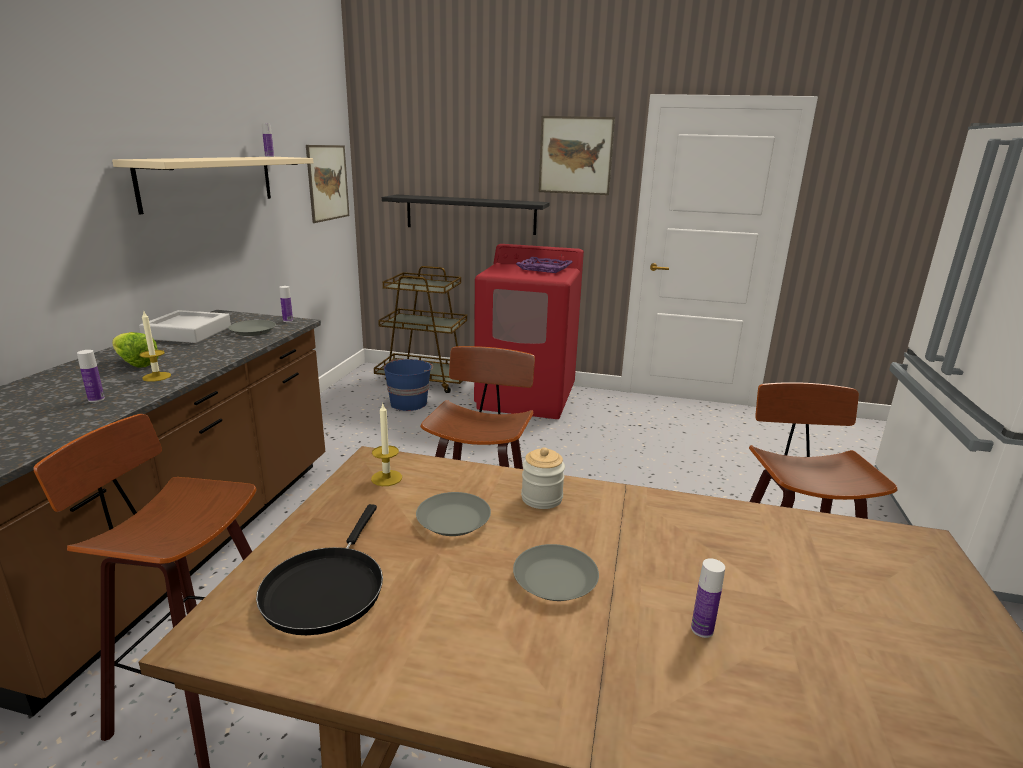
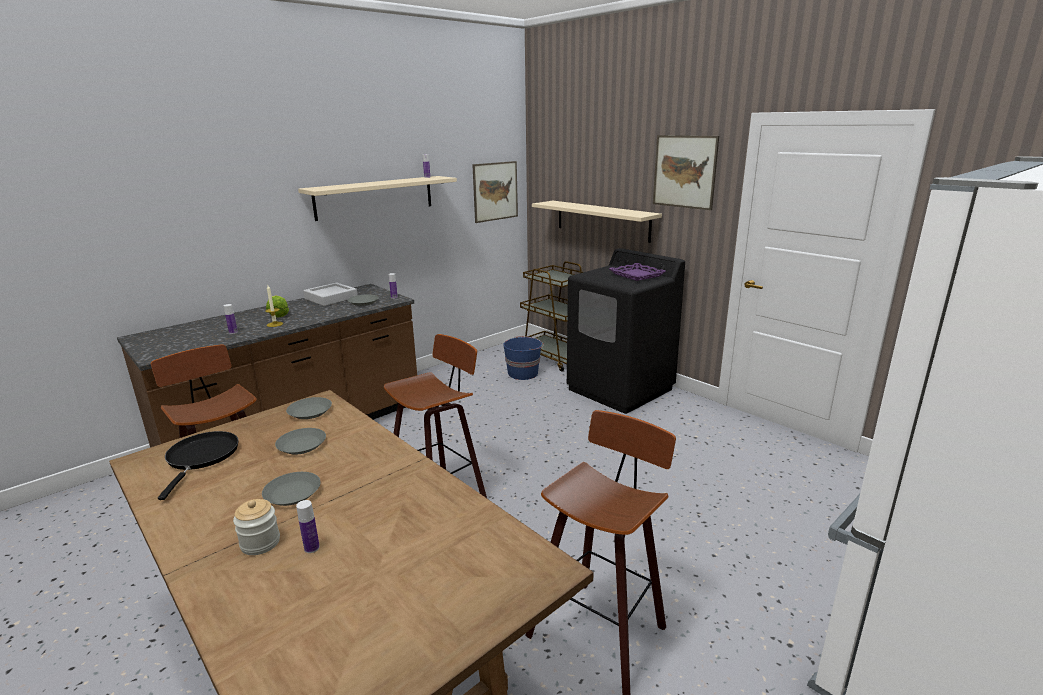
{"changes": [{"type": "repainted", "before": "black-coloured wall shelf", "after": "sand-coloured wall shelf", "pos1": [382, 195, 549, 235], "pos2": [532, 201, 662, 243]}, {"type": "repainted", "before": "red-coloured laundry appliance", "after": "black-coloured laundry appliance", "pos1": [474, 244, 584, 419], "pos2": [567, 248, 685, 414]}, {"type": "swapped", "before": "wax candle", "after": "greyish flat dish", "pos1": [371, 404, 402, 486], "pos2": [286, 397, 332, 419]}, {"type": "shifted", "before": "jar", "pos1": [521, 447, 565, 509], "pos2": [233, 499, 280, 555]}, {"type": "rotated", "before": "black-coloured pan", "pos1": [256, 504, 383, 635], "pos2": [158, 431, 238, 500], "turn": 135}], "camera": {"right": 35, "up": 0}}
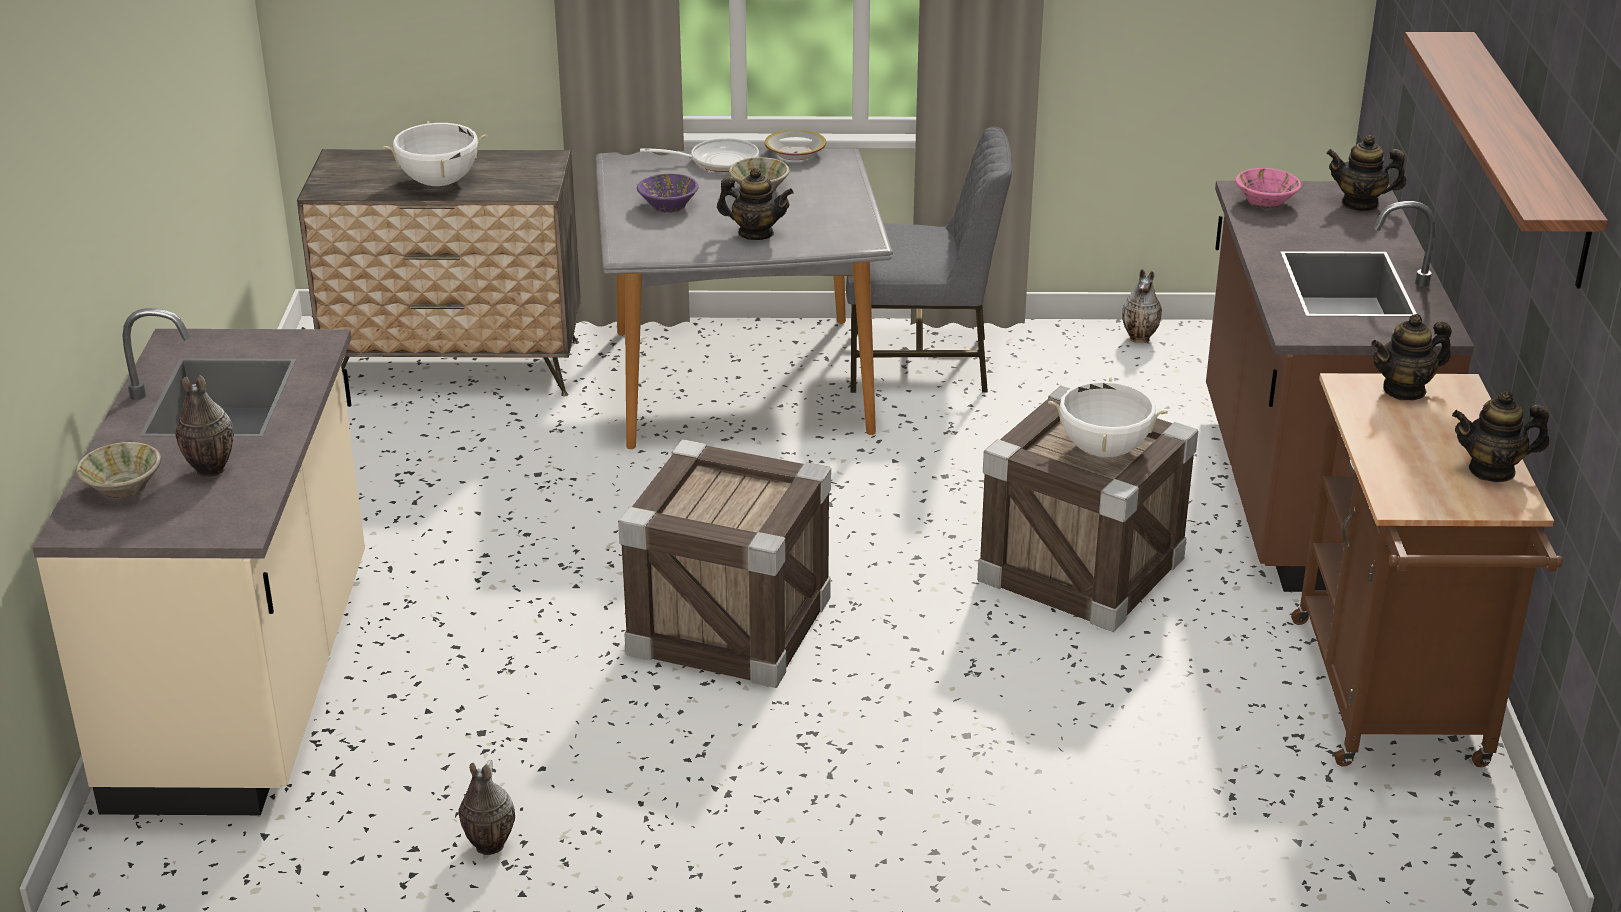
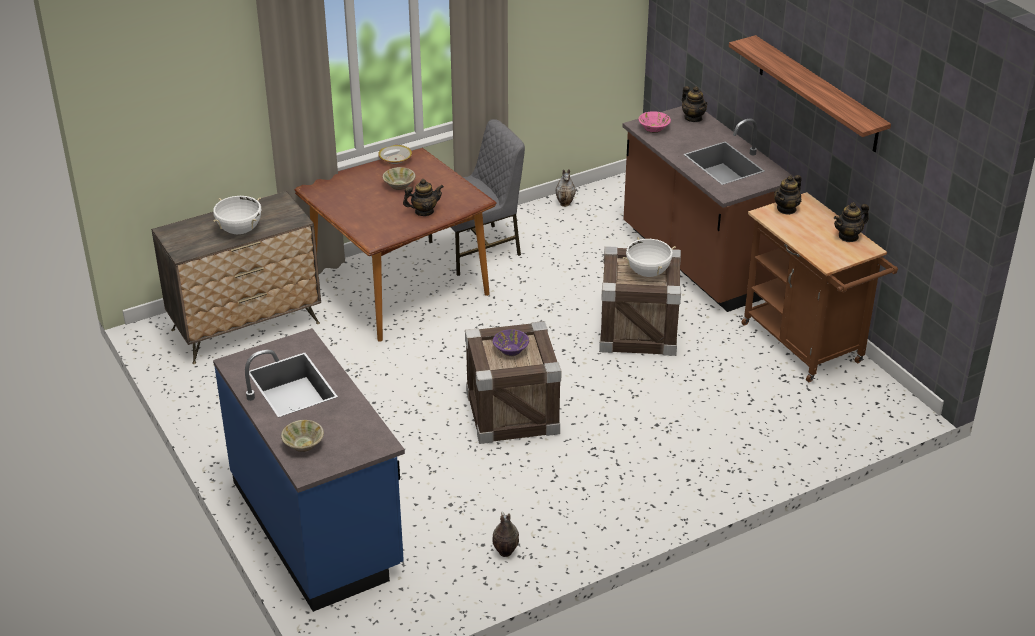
{"changes": [{"type": "rotated", "before": "teapot", "pos1": [1326, 135, 1406, 211], "pos2": [682, 86, 708, 122], "turn": -105}, {"type": "gone", "before": "pan", "pos1": [640, 138, 759, 172]}, {"type": "repainted", "before": "greyish dining table", "after": "brown-coloured dining table", "pos1": [595, 148, 893, 449], "pos2": [295, 148, 497, 342]}, {"type": "shifted", "before": "purple deep dish", "pos1": [637, 174, 699, 213], "pos2": [493, 329, 529, 356]}, {"type": "repainted", "before": "sand-coloured kitchen base unit", "after": "bluish kitchen base unit", "pos1": [32, 308, 365, 815], "pos2": [213, 328, 405, 612]}, {"type": "gone", "before": "flower vase", "pos1": [175, 375, 234, 477]}], "camera": {"right": -30, "up": 5}}
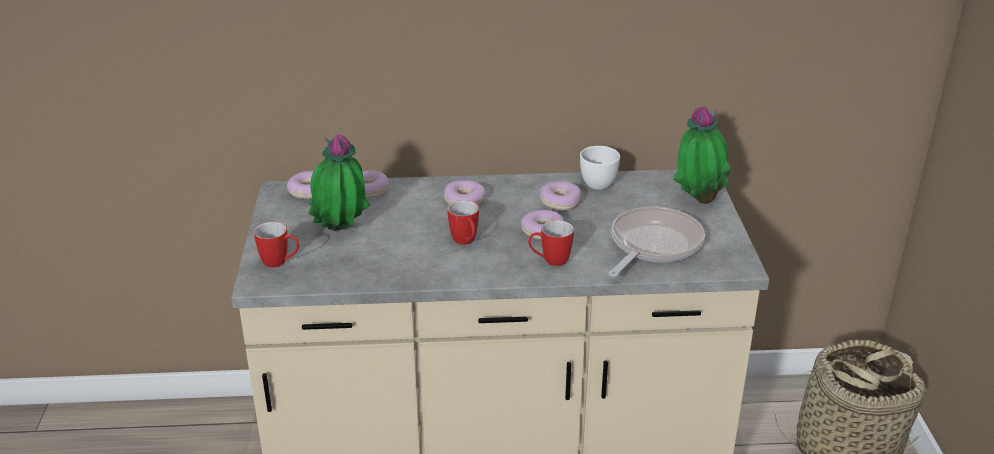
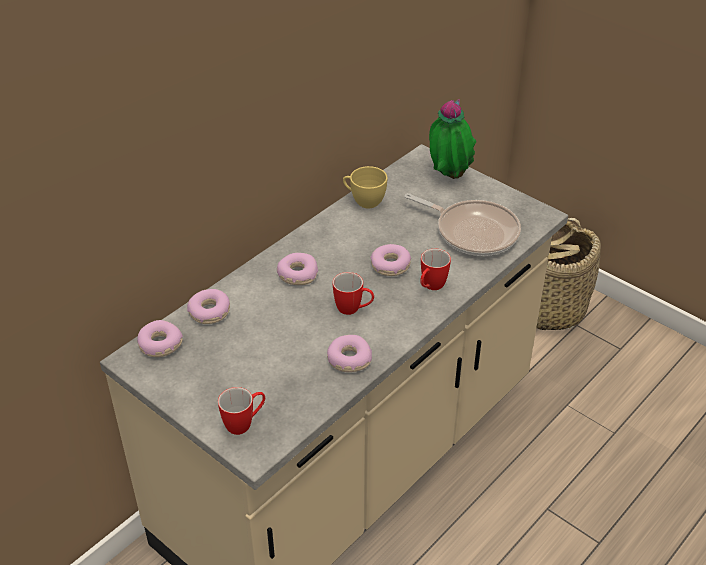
{"changes": [{"type": "gone", "before": "houseplant", "pos1": [308, 134, 370, 231]}, {"type": "repainted", "before": "white small cup", "after": "yellow small cup", "pos1": [580, 146, 620, 190], "pos2": [343, 166, 388, 209]}, {"type": "shifted", "before": "donut", "pos1": [539, 181, 581, 211], "pos2": [327, 335, 372, 372]}, {"type": "rotated", "before": "pan", "pos1": [608, 206, 705, 277], "pos2": [405, 193, 521, 256], "turn": 135}], "camera": {"right": -45, "up": 10}}
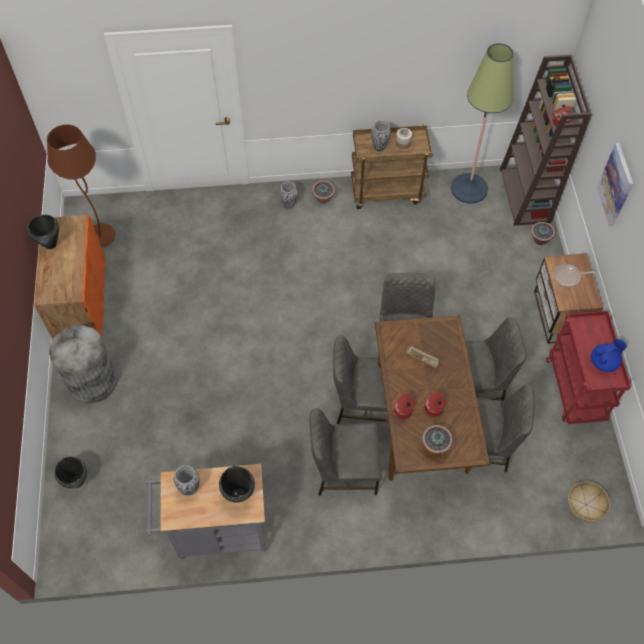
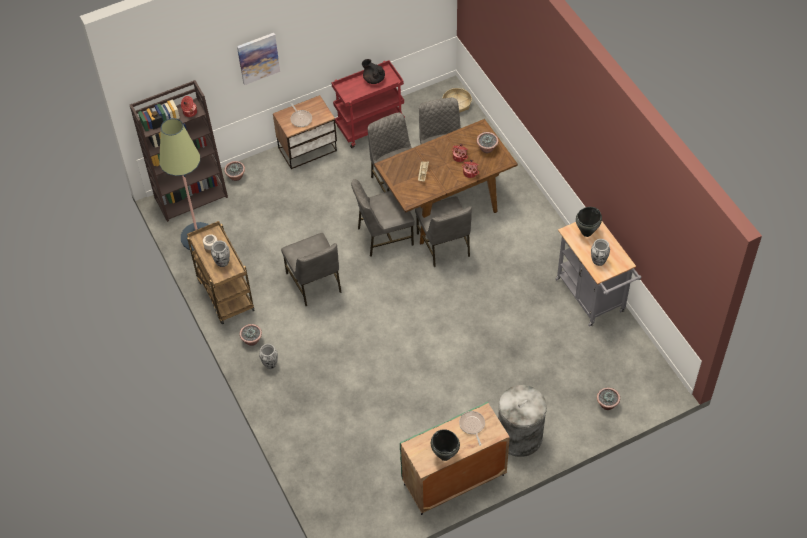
{"changes": [{"type": "gone", "before": "brown-coloured floor lamp", "pos1": [47, 124, 115, 248]}, {"type": "repainted", "before": "orange-coloured cabinet", "after": "greenish cabinet", "pos1": [34, 215, 106, 340], "pos2": [400, 402, 510, 515]}, {"type": "repainted", "before": "bluish teapot", "after": "black-coloured teapot", "pos1": [591, 339, 627, 372], "pos2": [362, 59, 385, 84]}, {"type": "shifted", "before": "greyish upright chair", "pos1": [309, 408, 382, 496], "pos2": [281, 233, 341, 306]}, {"type": "swapped", "before": "black-coloured cooking pot", "after": "houseplant", "pos1": [55, 457, 87, 488], "pos2": [597, 388, 620, 410]}, {"type": "new", "after": "pan", "pos2": [459, 411, 485, 446]}], "camera": {"right": -110, "up": -5}}
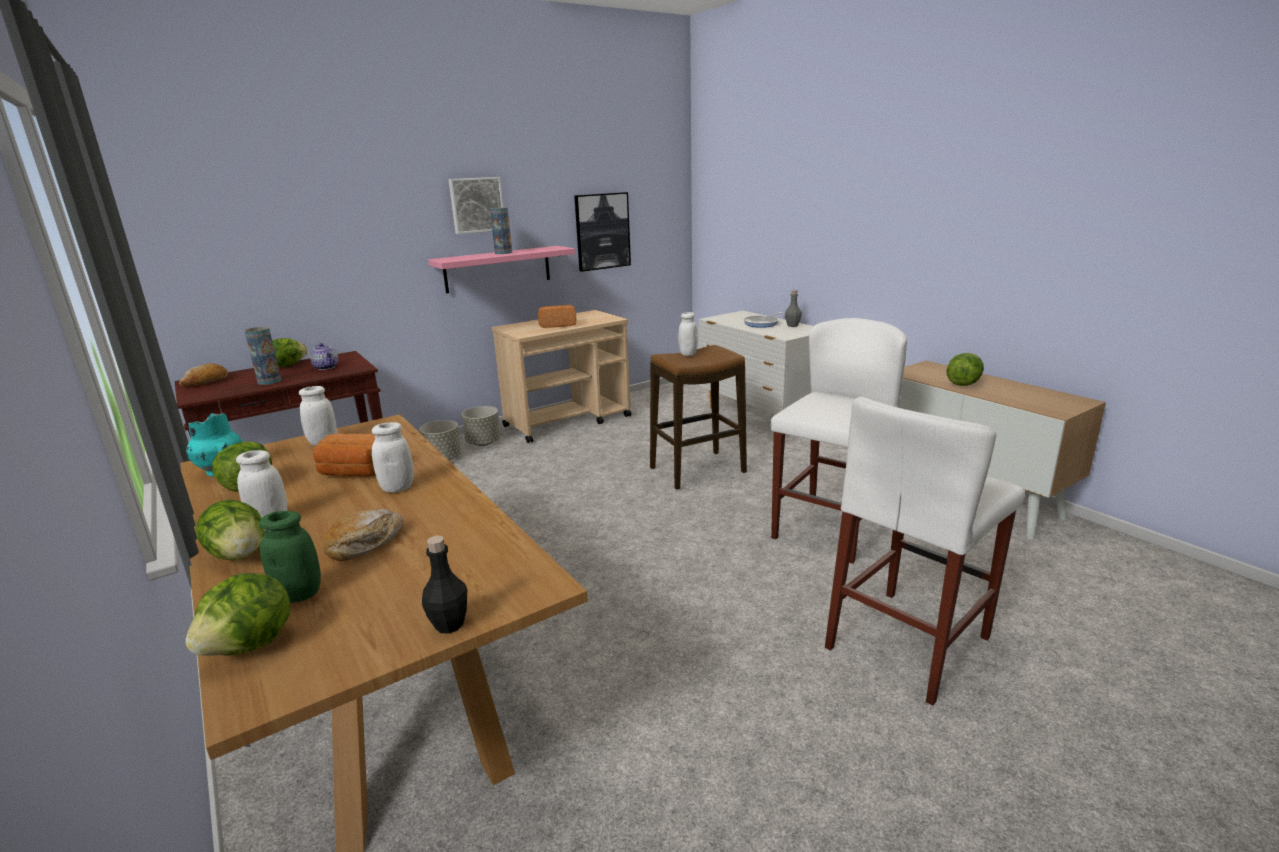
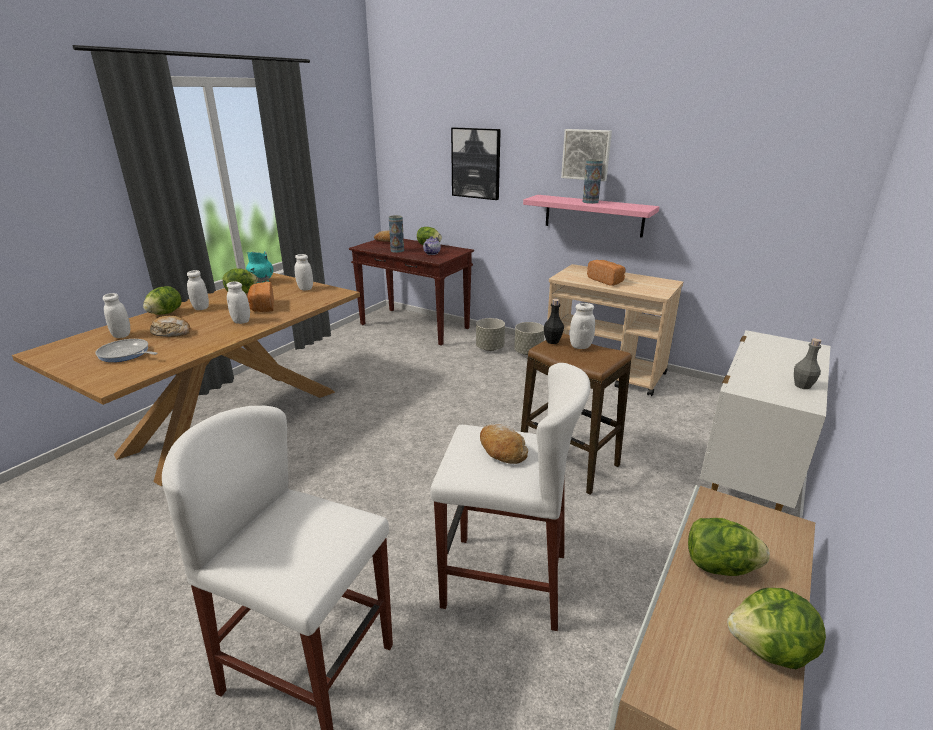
{"changes": [{"type": "shifted", "before": "wall picture", "pos1": [574, 192, 631, 272], "pos2": [451, 127, 501, 200]}, {"type": "shifted", "before": "pan", "pos1": [744, 312, 783, 328], "pos2": [95, 339, 158, 362]}, {"type": "repainted", "before": "greenish jar", "after": "white jar", "pos1": [259, 511, 321, 603], "pos2": [102, 293, 130, 338]}, {"type": "shifted", "before": "black-coloured beverage bottle", "pos1": [422, 536, 467, 633], "pos2": [544, 299, 564, 344]}, {"type": "shifted", "before": "lettuce head", "pos1": [185, 573, 291, 656], "pos2": [727, 588, 826, 669]}, {"type": "new", "after": "bread", "pos2": [480, 424, 528, 464]}], "camera": {"right": 65, "up": 5}}
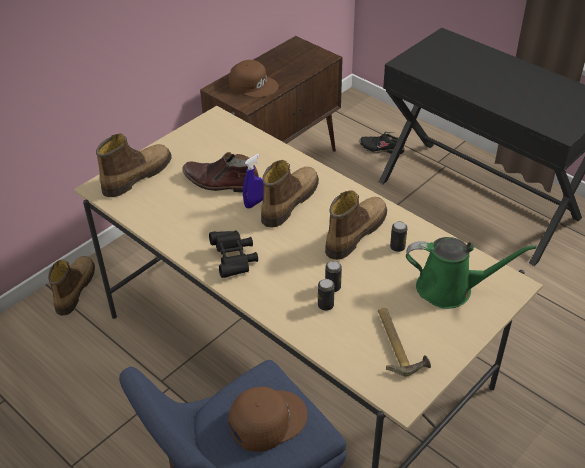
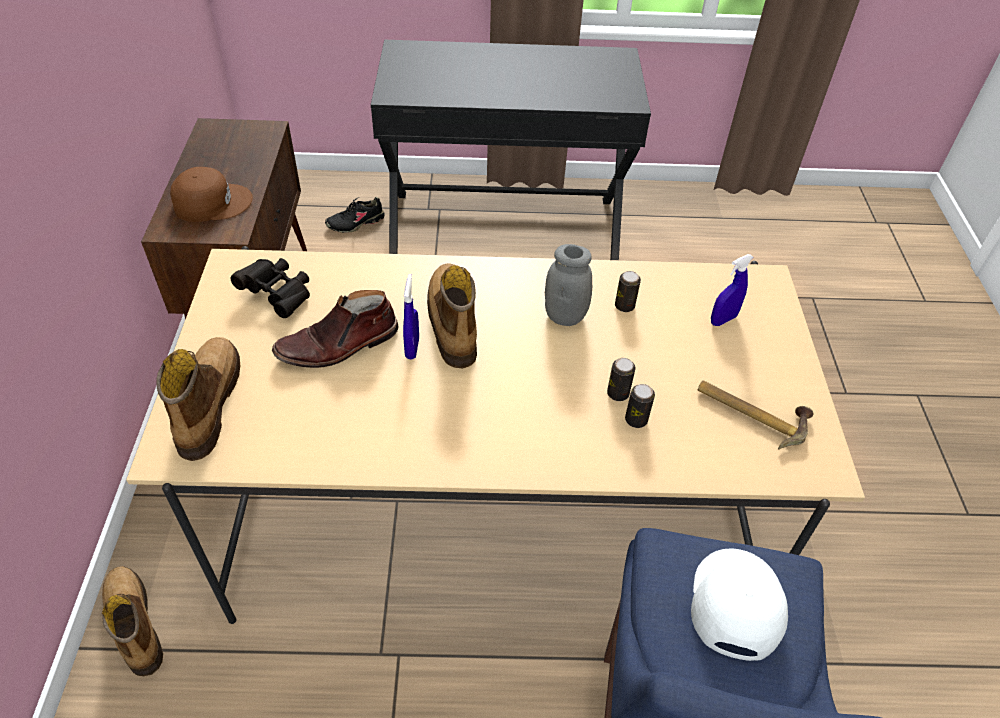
{"changes": [{"type": "swapped", "before": "high-top boot", "after": "greyish jar", "pos1": [325, 190, 387, 260], "pos2": [545, 244, 592, 326]}, {"type": "shifted", "before": "black-coloured binoculars", "pos1": [209, 230, 258, 278], "pos2": [231, 258, 310, 318]}, {"type": "swapped", "before": "greenish watering can", "after": "bluish spray bottle", "pos1": [406, 237, 537, 309], "pos2": [711, 254, 753, 326]}, {"type": "repainted", "before": "brown-coloured baseball cap", "after": "white baseball cap", "pos1": [228, 387, 308, 452], "pos2": [691, 548, 788, 661]}], "camera": {"right": -45, "up": 5}}
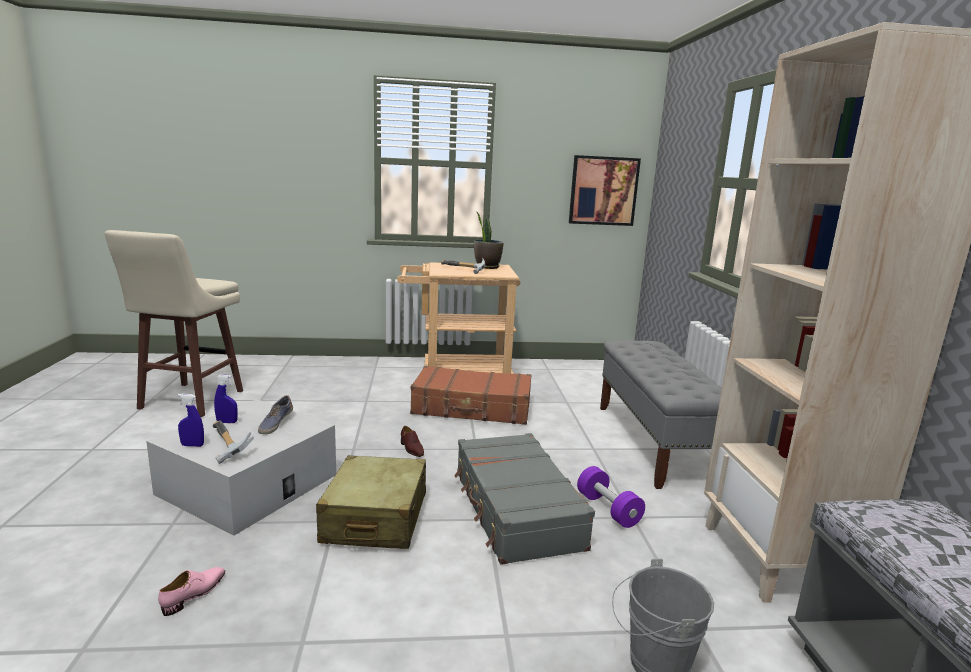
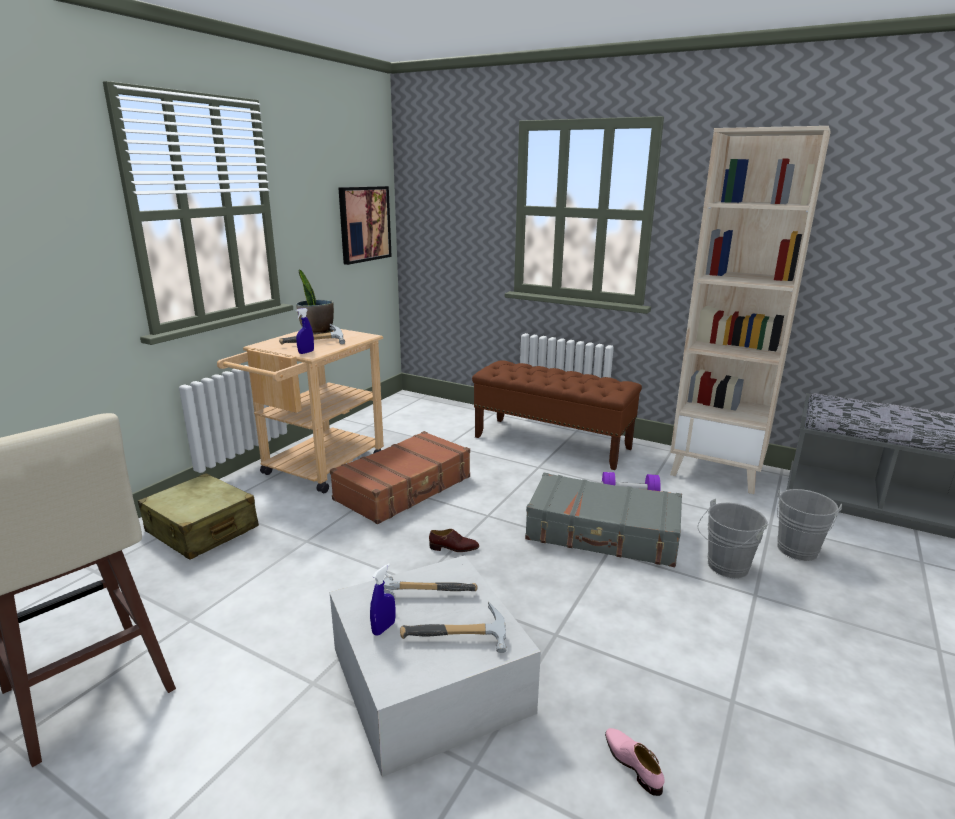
{"changes": [{"type": "repainted", "before": "greyish long seat", "after": "brown-coloured long seat", "pos1": [600, 340, 722, 489], "pos2": [472, 360, 642, 470]}, {"type": "shifted", "before": "bluish spray bottle", "pos1": [178, 394, 204, 447], "pos2": [296, 308, 314, 354]}, {"type": "swapped", "before": "low shoe", "after": "hand hammer", "pos1": [258, 395, 293, 434], "pos2": [383, 576, 477, 597]}, {"type": "shifted", "before": "sand-coloured travel case", "pos1": [316, 455, 426, 549], "pos2": [138, 473, 259, 560]}, {"type": "new", "after": "greyish water bucket", "pos2": [698, 499, 768, 578]}], "camera": {"right": -55, "up": 5}}
